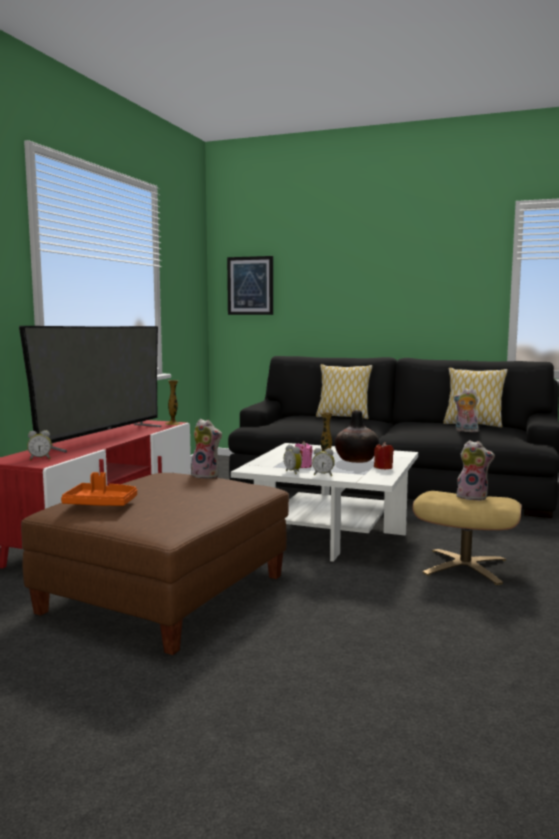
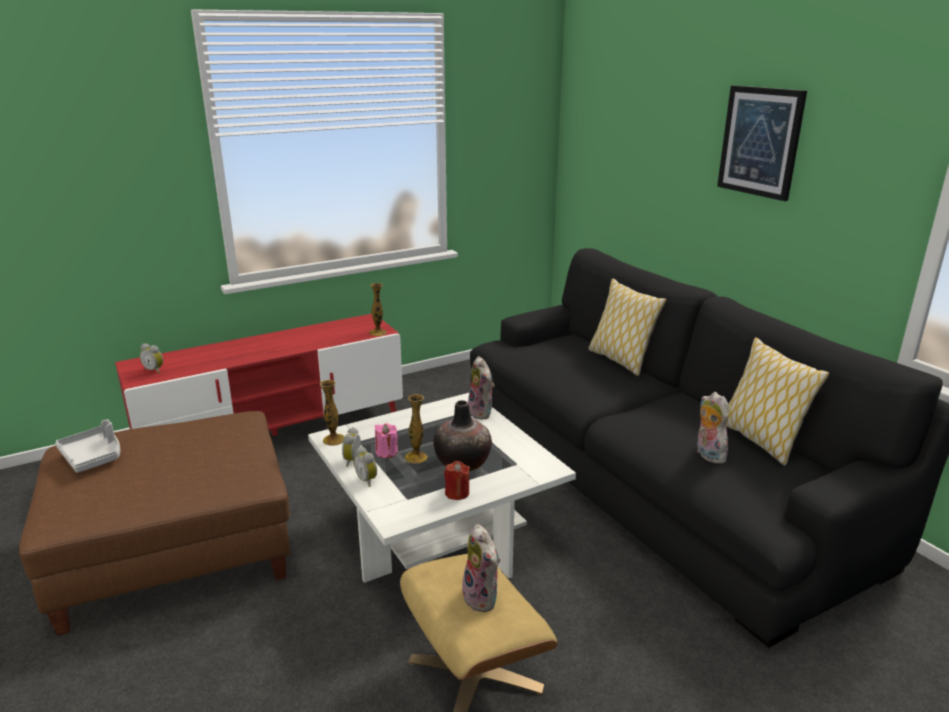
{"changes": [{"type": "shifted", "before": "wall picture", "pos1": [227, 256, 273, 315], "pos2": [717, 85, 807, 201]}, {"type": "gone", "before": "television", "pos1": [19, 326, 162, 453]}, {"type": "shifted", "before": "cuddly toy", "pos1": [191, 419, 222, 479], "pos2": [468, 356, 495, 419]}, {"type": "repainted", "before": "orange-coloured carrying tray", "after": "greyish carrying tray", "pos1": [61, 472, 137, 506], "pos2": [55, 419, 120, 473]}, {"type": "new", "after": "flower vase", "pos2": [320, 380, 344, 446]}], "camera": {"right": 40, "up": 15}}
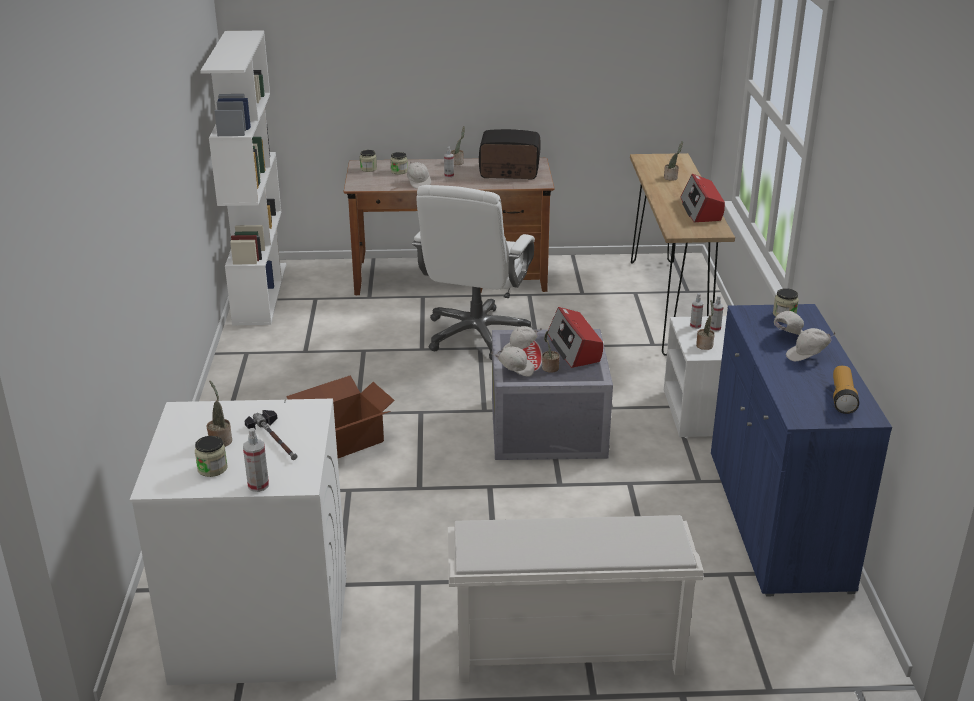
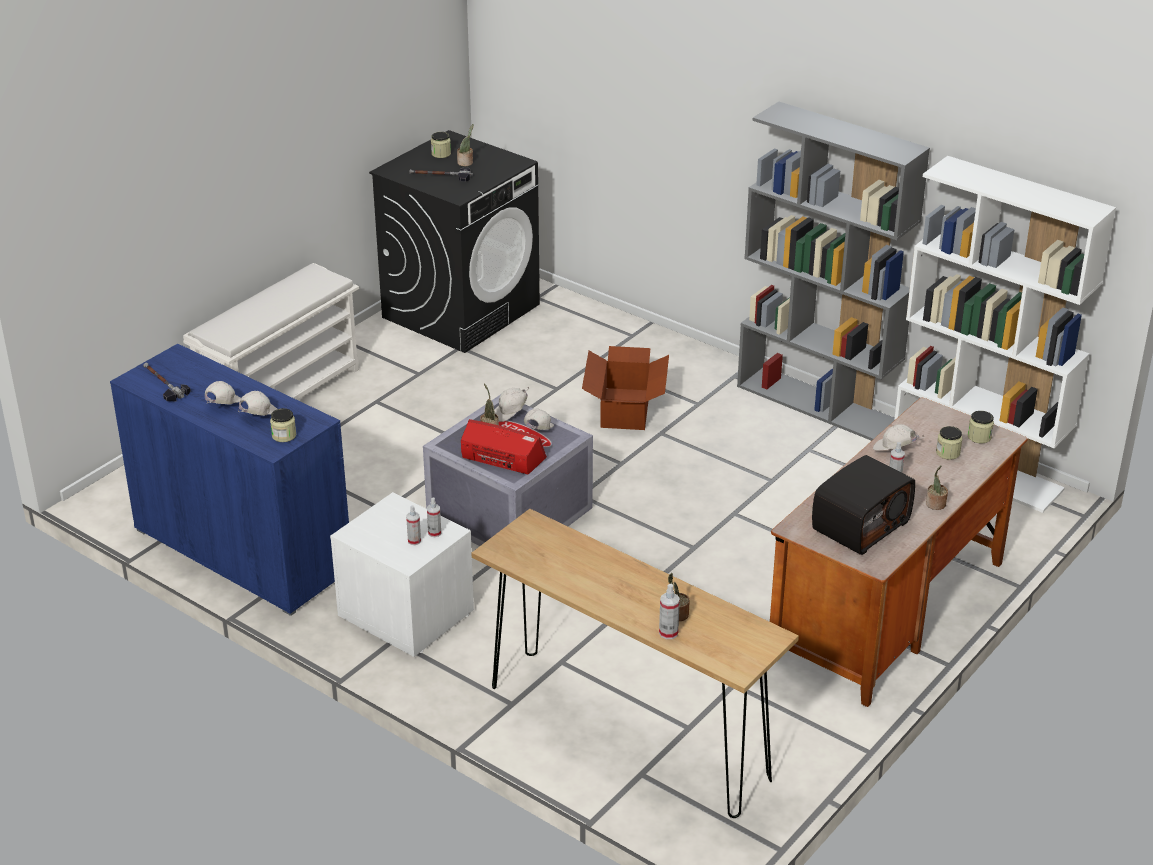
{"changes": [{"type": "gone", "before": "radio", "pos1": [680, 174, 725, 223]}, {"type": "gone", "before": "white office chair", "pos1": [412, 185, 535, 360]}, {"type": "gone", "before": "houseplant", "pos1": [696, 300, 715, 350]}, {"type": "rotated", "before": "white baseball cap", "pos1": [774, 311, 804, 335], "pos2": [238, 391, 277, 416], "turn": -135}, {"type": "swapped", "before": "hand torch", "after": "hand hammer", "pos1": [833, 366, 859, 414], "pos2": [143, 362, 191, 401]}, {"type": "repainted", "before": "white laundry appliance", "after": "black-coloured laundry appliance", "pos1": [130, 399, 347, 685], "pos2": [369, 130, 540, 353]}, {"type": "shifted", "before": "spray bottle", "pos1": [243, 428, 269, 492], "pos2": [659, 584, 680, 639]}, {"type": "new", "after": "greyish bookcase", "pos2": [737, 102, 930, 441]}], "camera": {"right": 130, "up": 5}}
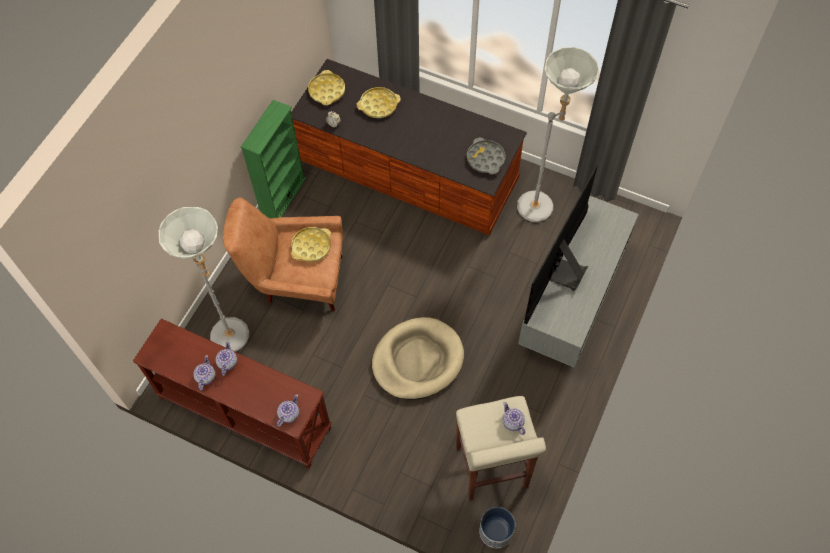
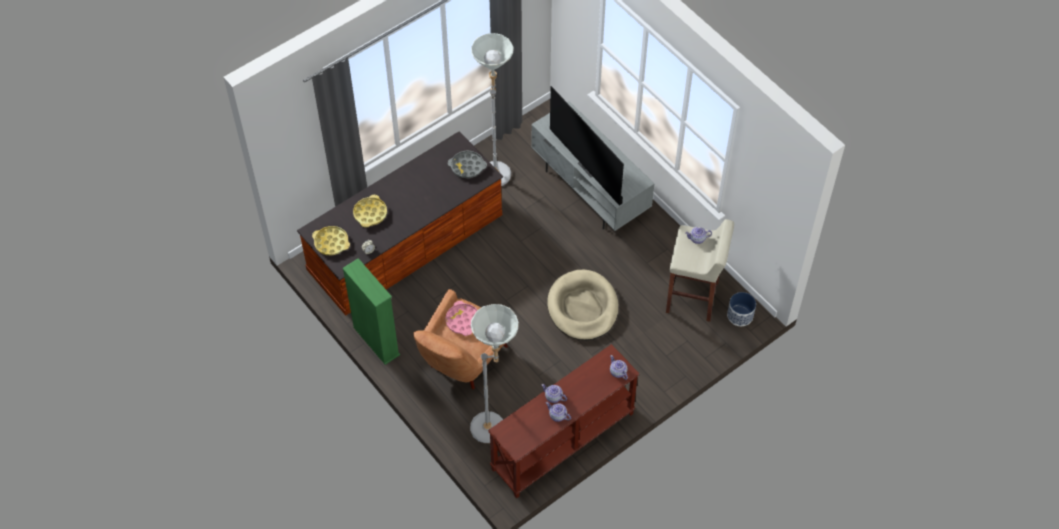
{"changes": [{"type": "repainted", "before": "yellow carrying tray", "after": "pinkish carrying tray", "pos1": [291, 227, 331, 262], "pos2": [445, 301, 477, 336]}], "camera": {"right": -65, "up": -5}}
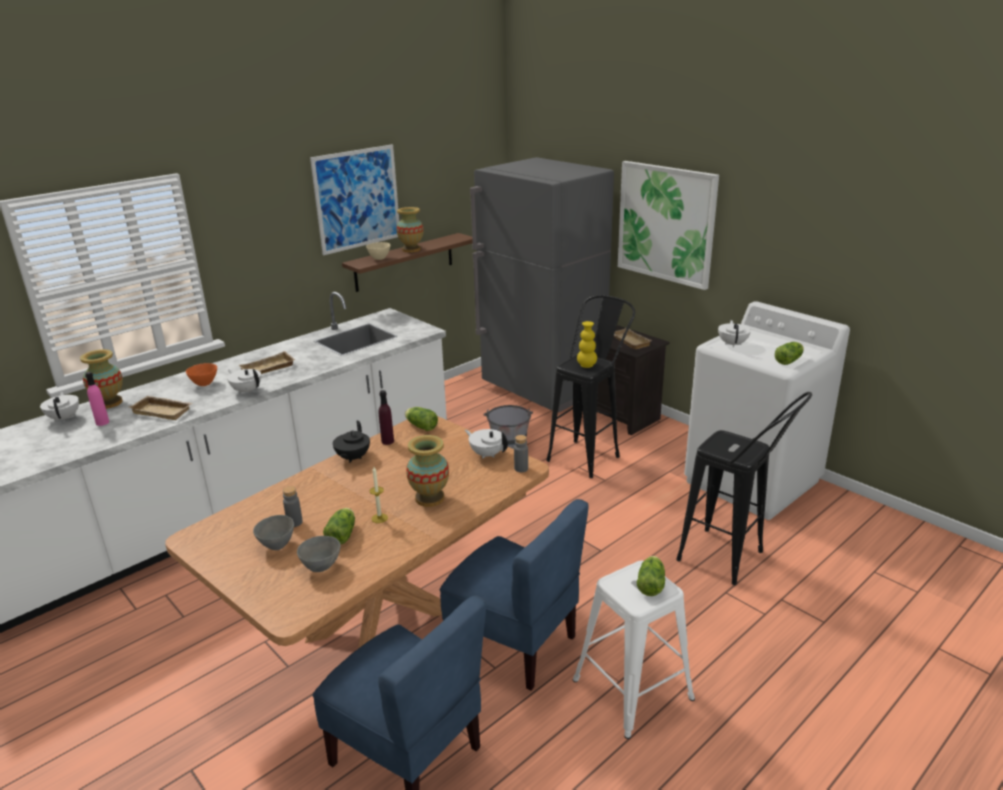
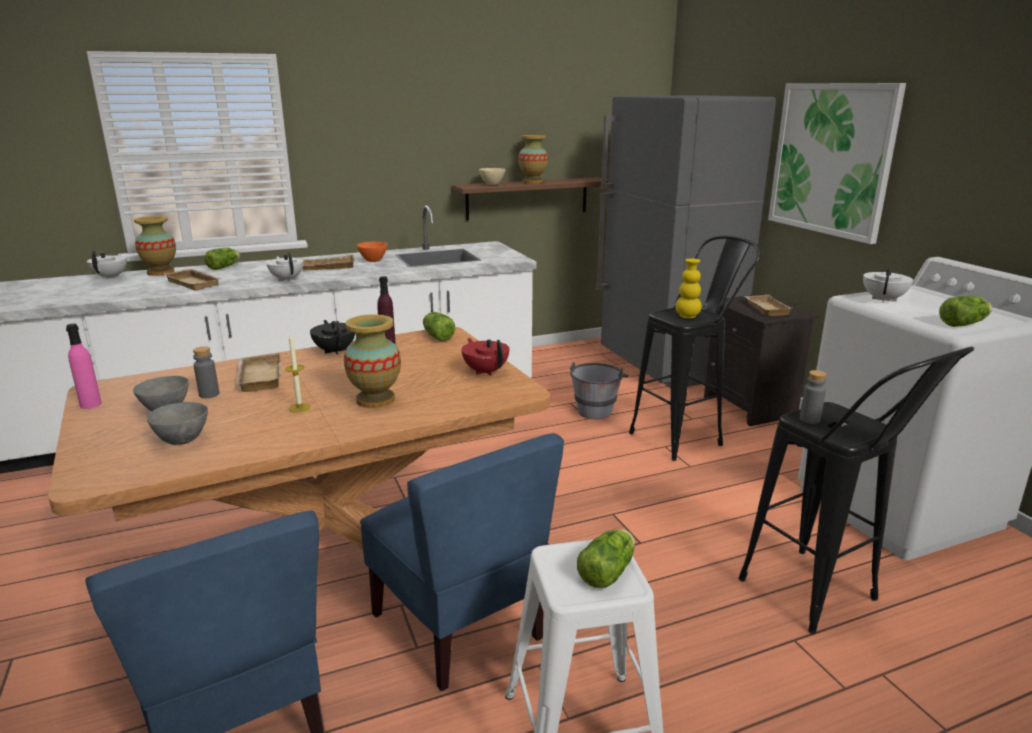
{"changes": [{"type": "gone", "before": "wall picture", "pos1": [310, 145, 399, 255]}, {"type": "shifted", "before": "orange-coloured deep dish", "pos1": [186, 363, 217, 386], "pos2": [357, 242, 388, 262]}, {"type": "shifted", "before": "pinkish beverage bottle", "pos1": [85, 372, 109, 426], "pos2": [66, 324, 102, 409]}, {"type": "rotated", "before": "black-coloured teapot", "pos1": [333, 420, 370, 463], "pos2": [310, 320, 355, 355], "turn": 120}, {"type": "repainted", "before": "white teapot", "after": "red-coloured teapot", "pos1": [465, 429, 508, 458], "pos2": [461, 338, 509, 376]}, {"type": "shifted", "before": "greyish beverage bottle", "pos1": [514, 435, 528, 472], "pos2": [800, 370, 827, 424]}, {"type": "shifted", "before": "lettuce head", "pos1": [323, 508, 355, 545], "pos2": [204, 248, 240, 270]}, {"type": "new", "after": "sand-coloured carrying tray", "pos2": [236, 353, 281, 392]}], "camera": {"right": 20, "up": -5}}
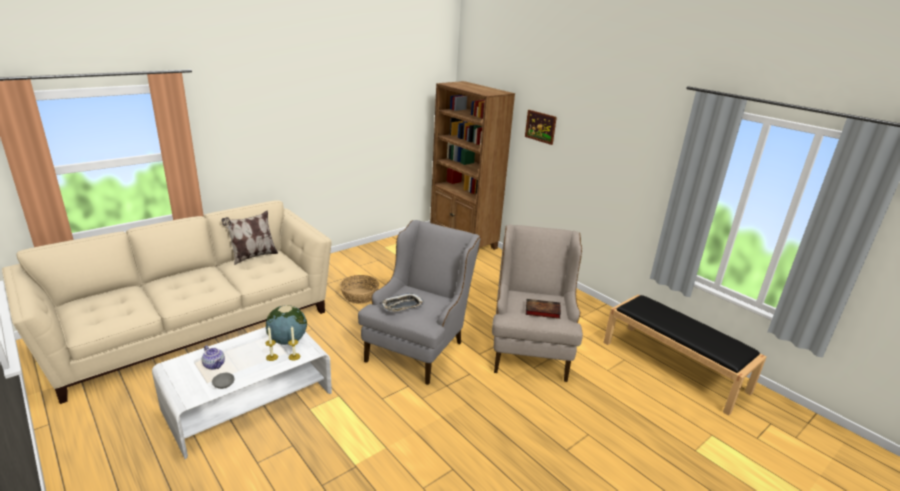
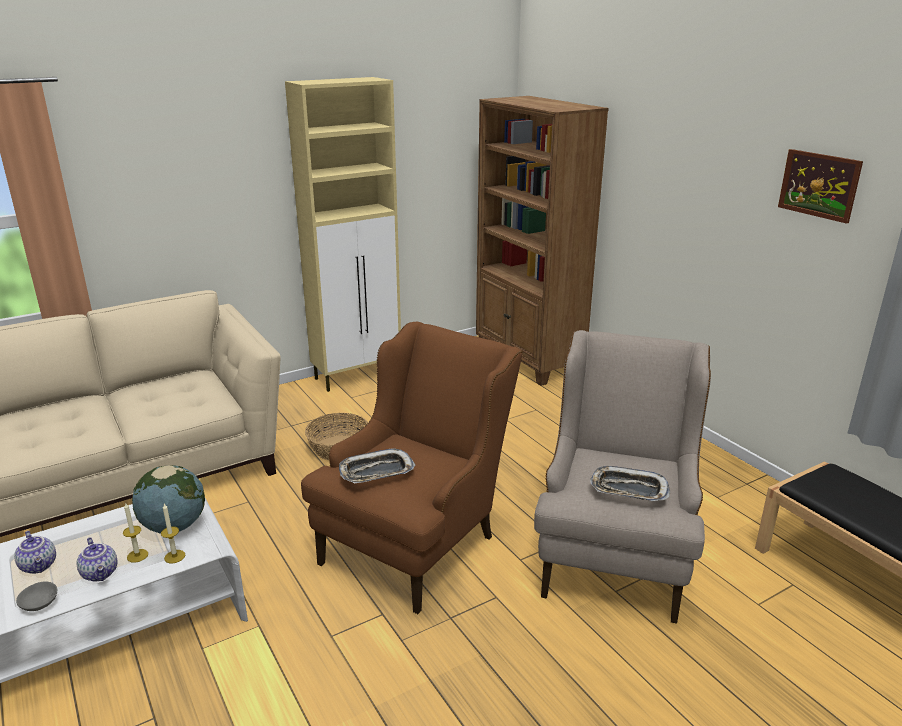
{"changes": [{"type": "shifted", "before": "wall picture", "pos1": [525, 110, 557, 145], "pos2": [778, 149, 863, 224]}, {"type": "gone", "before": "pillow", "pos1": [221, 211, 278, 265]}, {"type": "repainted", "before": "greyish easy chair", "after": "brown-coloured easy chair", "pos1": [358, 220, 481, 385], "pos2": [301, 322, 523, 614]}, {"type": "swapped", "before": "bound book", "after": "carrying tray", "pos1": [526, 299, 561, 319], "pos2": [590, 466, 670, 501]}, {"type": "new", "after": "sand-coloured cabinet", "pos2": [285, 77, 401, 392]}, {"type": "new", "after": "teapot", "pos2": [77, 537, 118, 582]}], "camera": {"right": 10, "up": 0}}
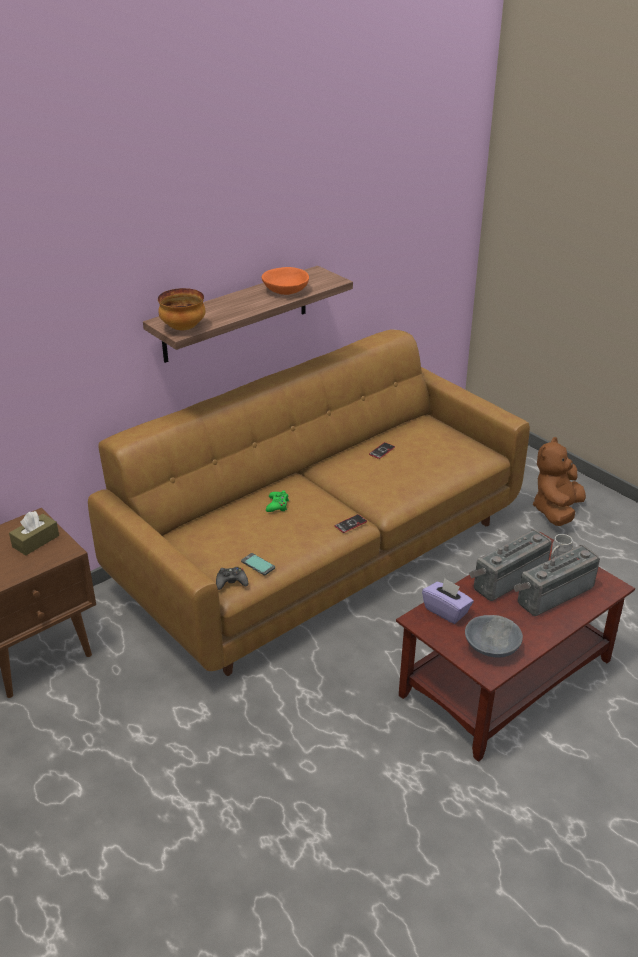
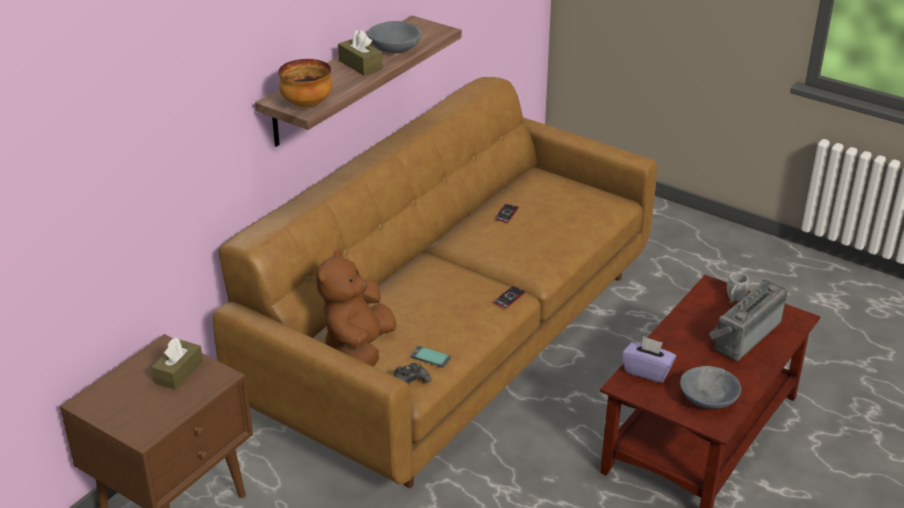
{"changes": [{"type": "repainted", "before": "orange-coloured deep dish", "after": "greyish deep dish", "pos1": [262, 267, 309, 295], "pos2": [368, 21, 421, 53]}, {"type": "shifted", "before": "brown-coloured cuddly toy", "pos1": [533, 437, 586, 526], "pos2": [316, 249, 397, 366]}, {"type": "gone", "before": "greenish game controller", "pos1": [266, 491, 289, 512]}, {"type": "gone", "before": "radio", "pos1": [469, 529, 552, 601]}, {"type": "new", "after": "brown-coloured tissue holder", "pos2": [338, 30, 383, 76]}], "camera": {"right": -15, "up": 0}}
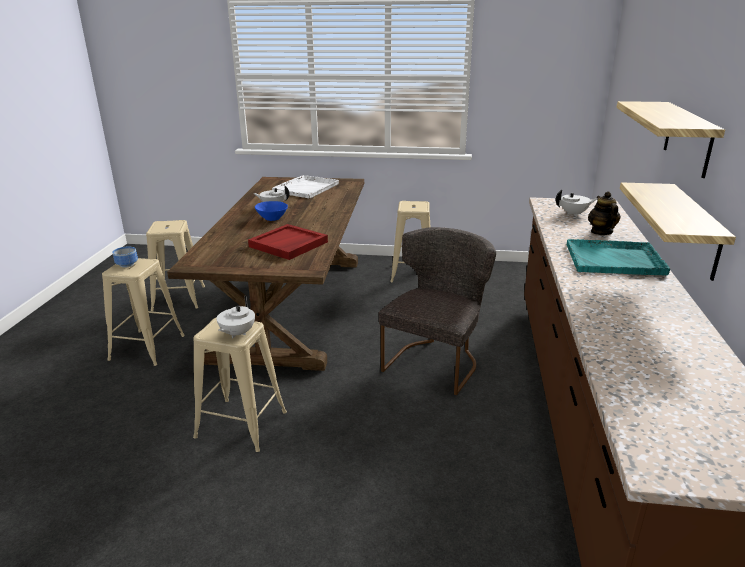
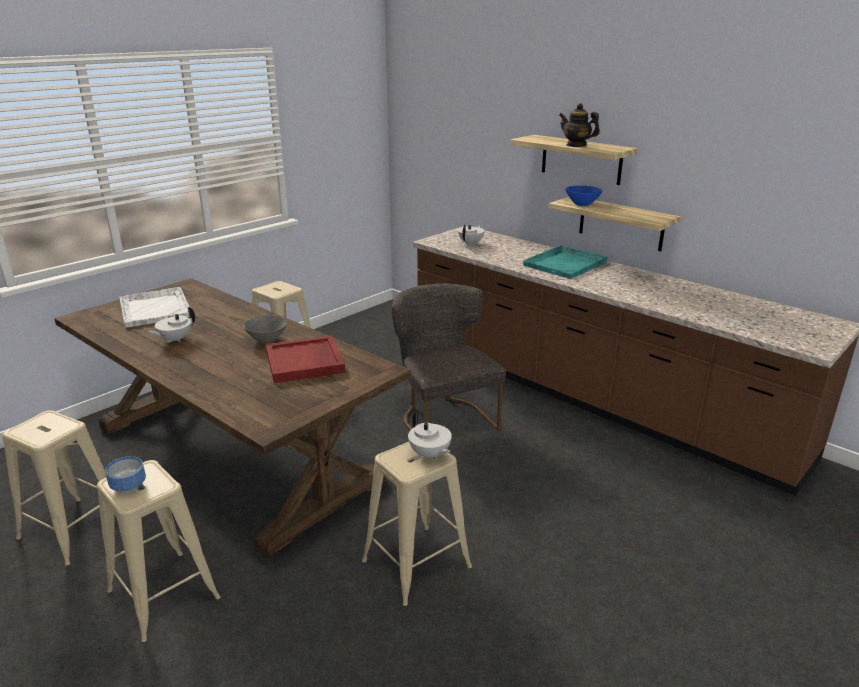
{"changes": [{"type": "shifted", "before": "teapot", "pos1": [588, 191, 621, 235], "pos2": [559, 103, 600, 147]}, {"type": "shifted", "before": "bluish deep dish", "pos1": [255, 201, 288, 221], "pos2": [566, 186, 603, 206]}, {"type": "new", "after": "greyish deep dish", "pos2": [243, 316, 287, 343]}], "camera": {"right": -55, "up": 0}}
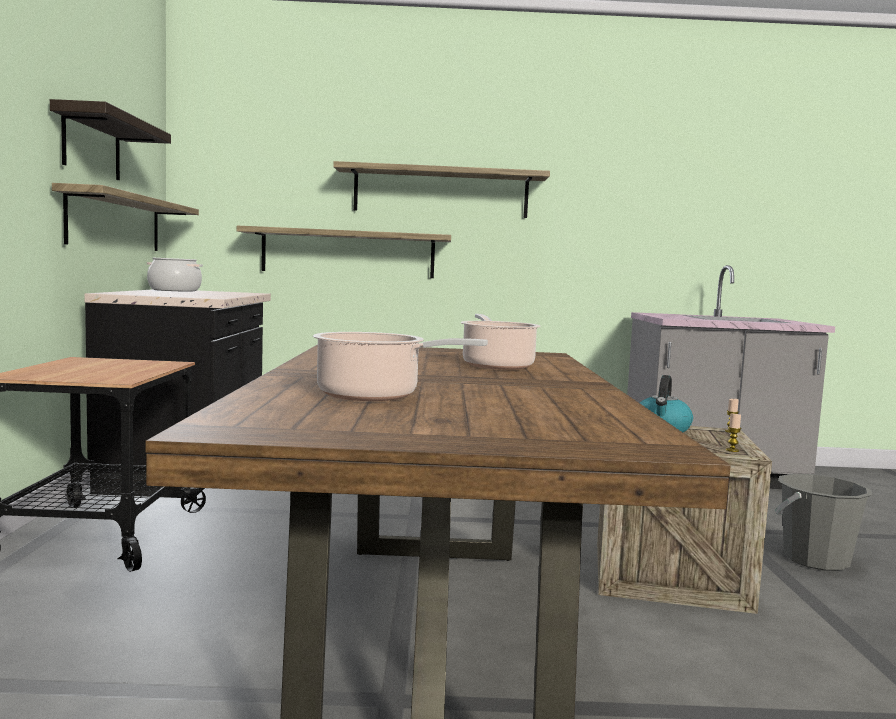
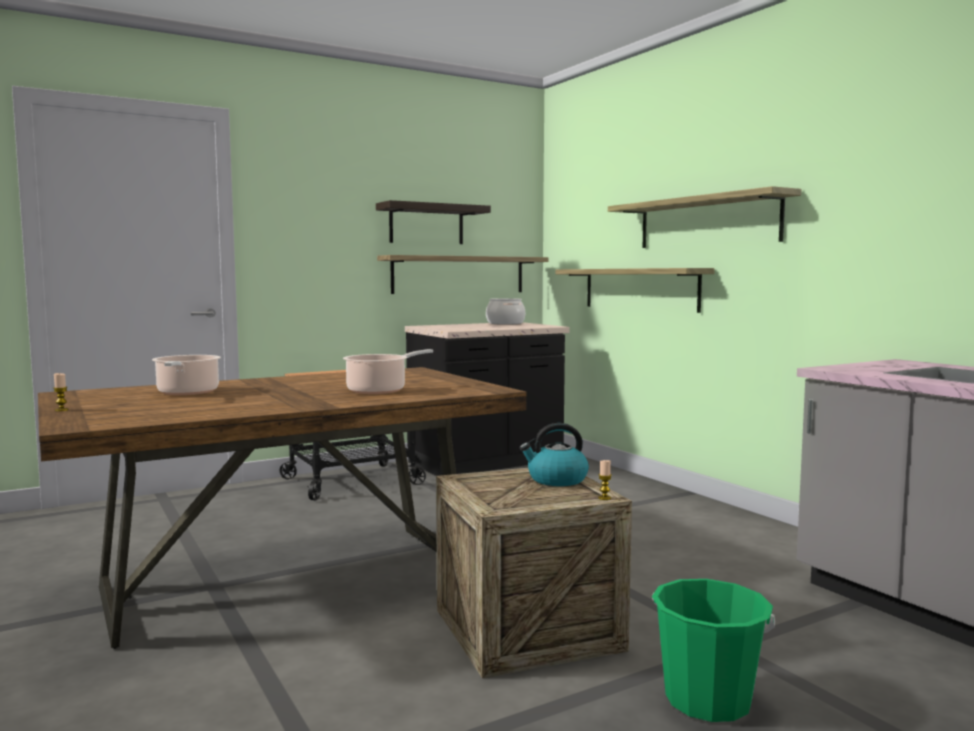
{"changes": [{"type": "shifted", "before": "wax candle", "pos1": [726, 413, 741, 452], "pos2": [53, 373, 69, 411]}, {"type": "repainted", "before": "greyish water bucket", "after": "greenish water bucket", "pos1": [775, 474, 872, 571], "pos2": [652, 579, 775, 722]}], "camera": {"right": 60, "up": 0}}
